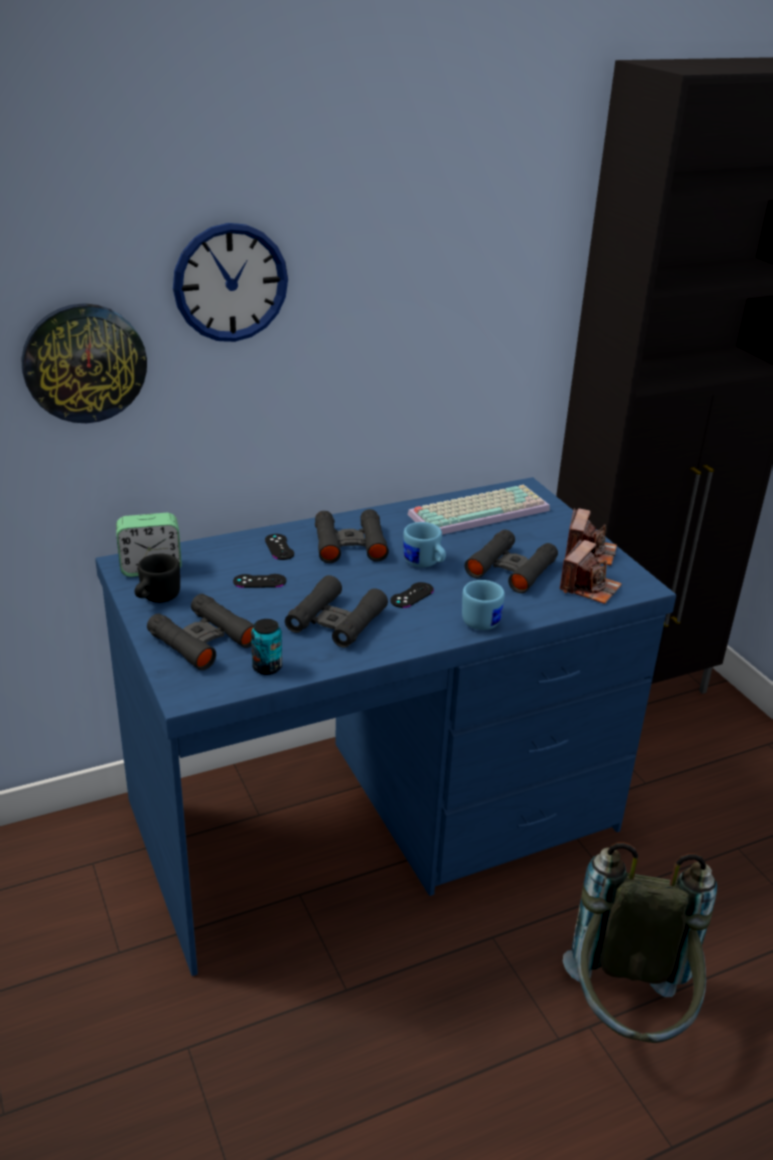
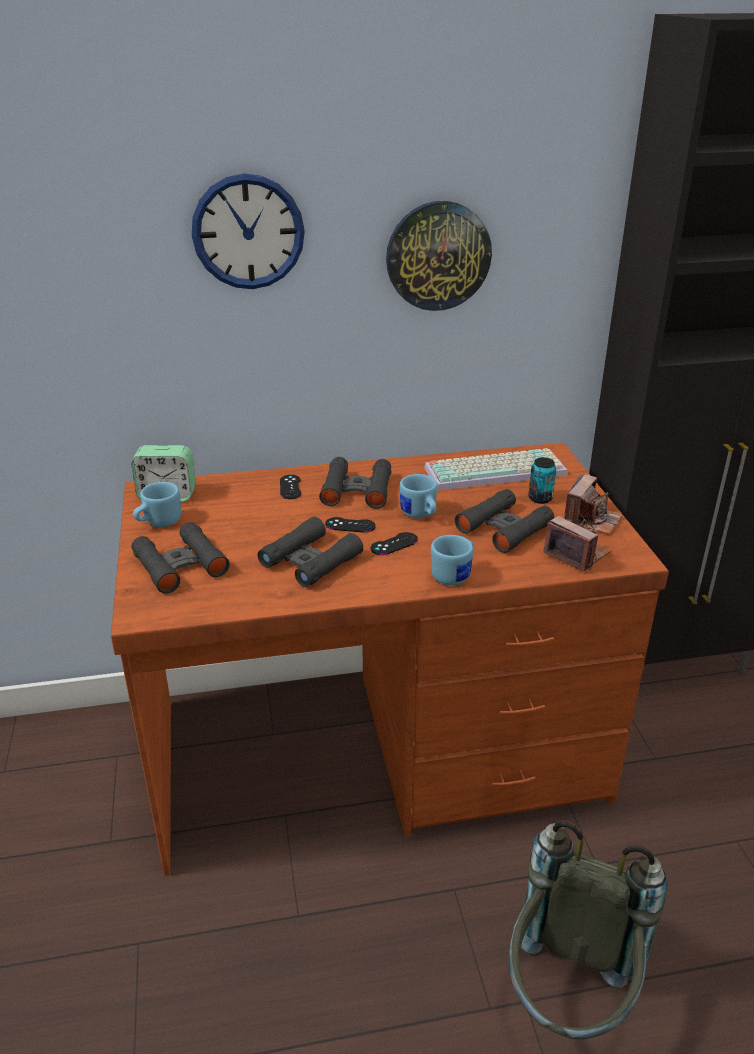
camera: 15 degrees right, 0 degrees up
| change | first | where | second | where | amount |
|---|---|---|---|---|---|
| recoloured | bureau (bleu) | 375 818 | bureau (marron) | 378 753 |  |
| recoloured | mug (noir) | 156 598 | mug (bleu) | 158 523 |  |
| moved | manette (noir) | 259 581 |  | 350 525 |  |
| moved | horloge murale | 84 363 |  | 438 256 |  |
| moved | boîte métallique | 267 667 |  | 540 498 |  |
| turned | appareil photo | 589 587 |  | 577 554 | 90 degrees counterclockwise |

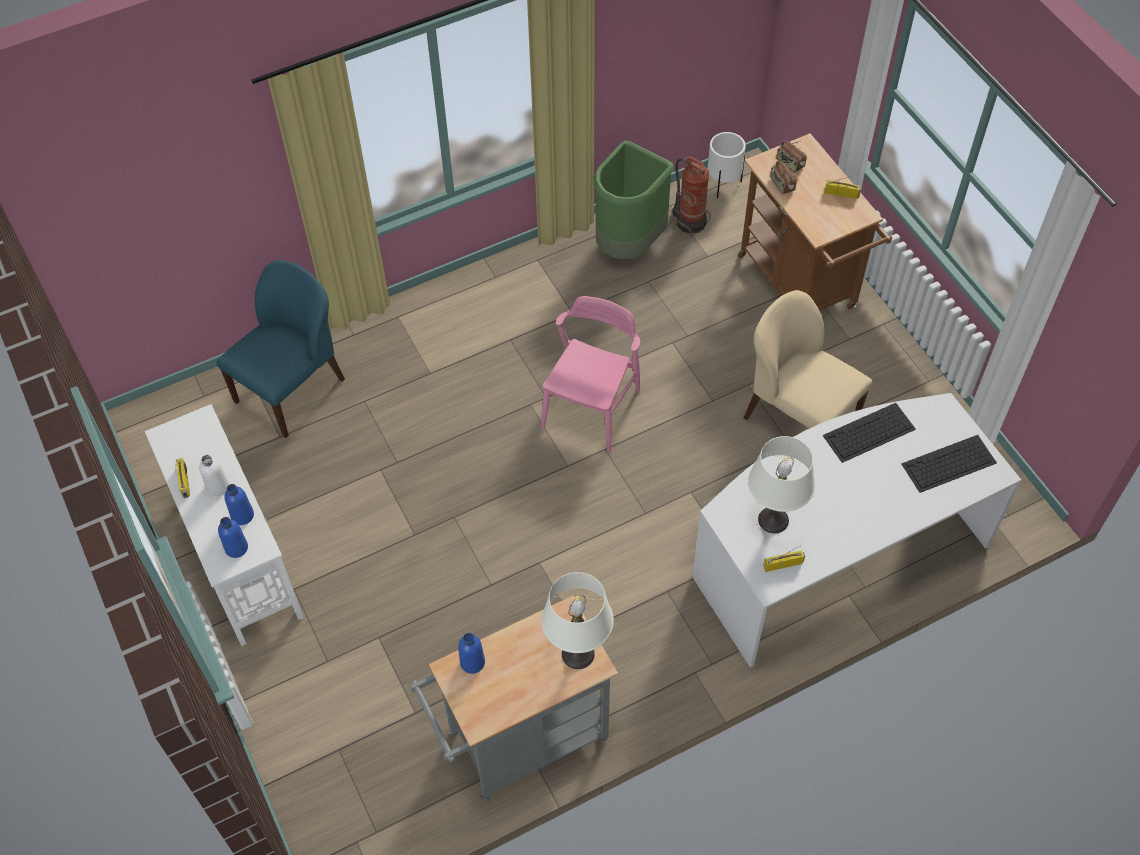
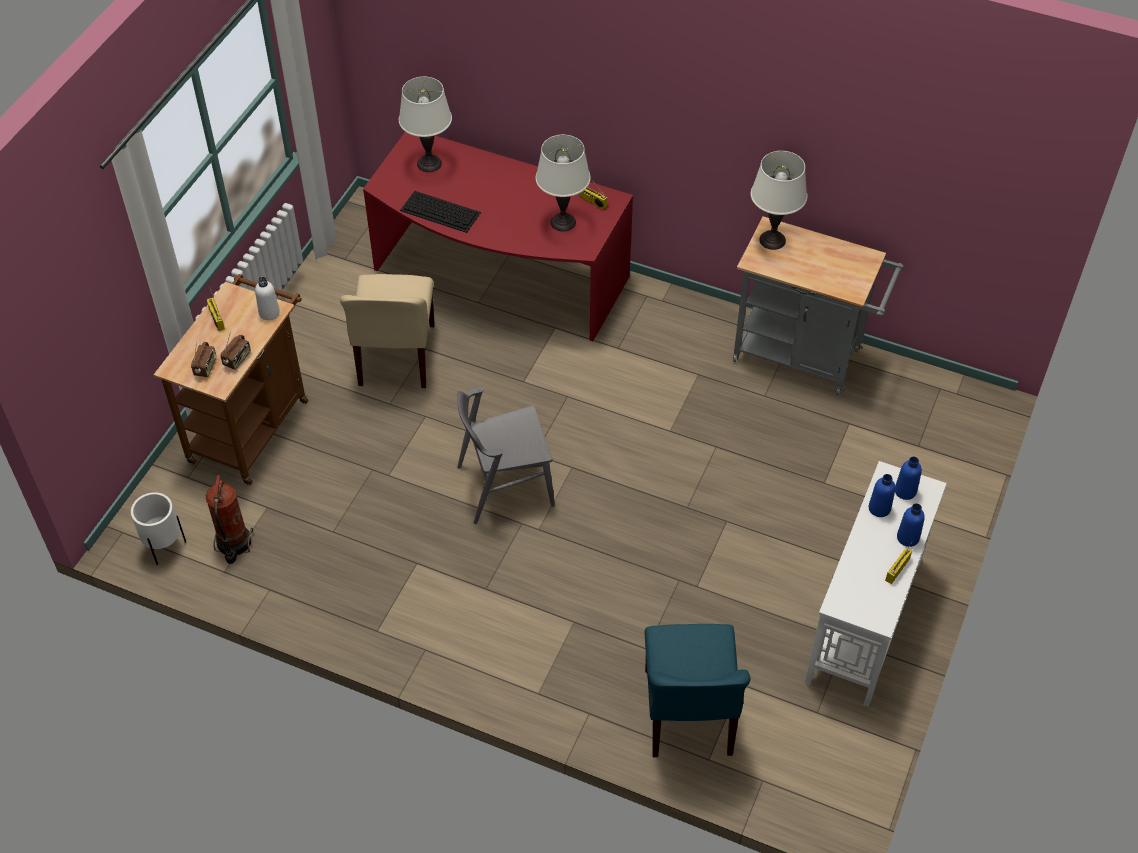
camera: 130 degrees left, 5 degrees down
| change | first | where | second | where | amount |
|---|---|---|---|---|---|
| moved | bouteille (blanc) | 217 486 |  | 269 313 |  |
| recoloured | bureau (blanc) | 836 554 | bureau (rouge) | 498 278 |  |
| replaced | clavier | 948 464 | lampe de table (blanc) | 429 163 |  |
| recoloured | chaise (rose) | 591 409 | chaise (gris) | 505 486 |  |
| turned | chaise (bleu) | 292 389 |  | 688 714 | 90 degrees counterclockwise |
| moved | bouteille (bleu) | 472 662 |  | 908 537 |  |
| removed | poubelle (vert) | 629 244 |  |  |  |

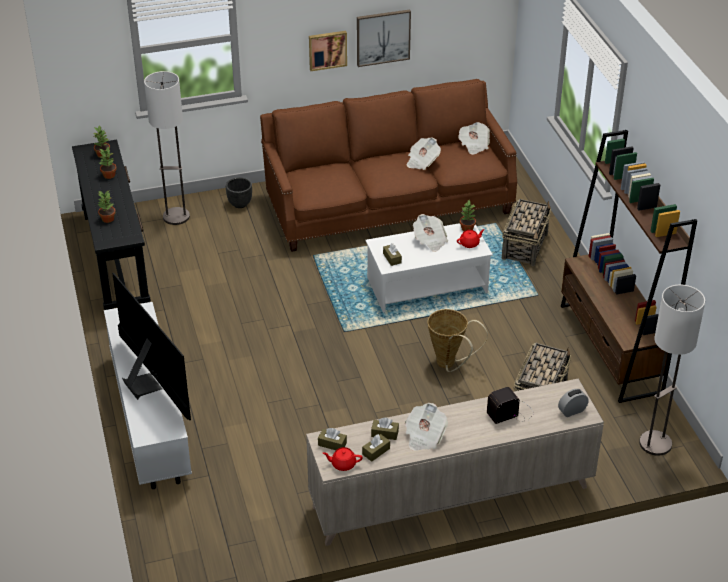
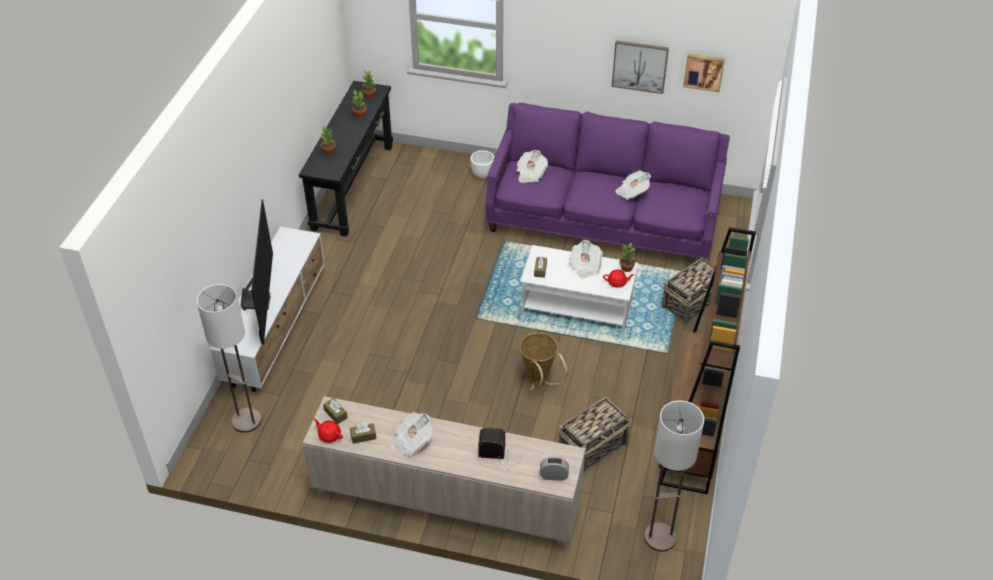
camera: 30 degrees right, 5 degrees up
| change | first | where | second | where | amount |
|---|---|---|---|---|---|
| moved | lampadaire | 176 217 |  | 246 421 |  |
| recoloured | cache-pot (noir) | 240 204 | cache-pot (blanc) | 482 174 |  |
| recoloured | canapé (marron) | 388 204 | canapé (violet) | 603 219 |  |
| moved | journal | 473 145 |  | 530 174 |  |
| moved | tableau | 327 49 |  | 703 72 |  |
| removed | boîte à mouchoirs (marron) | 384 433 |  |  |  |

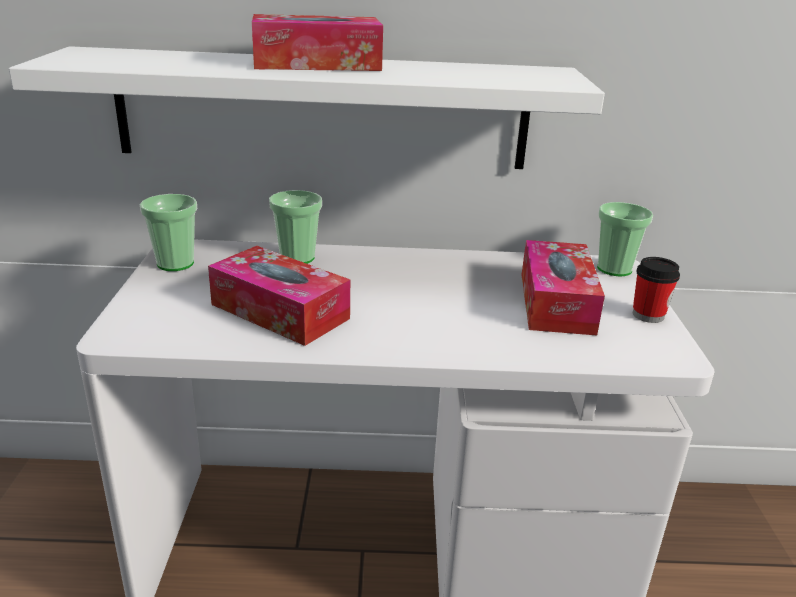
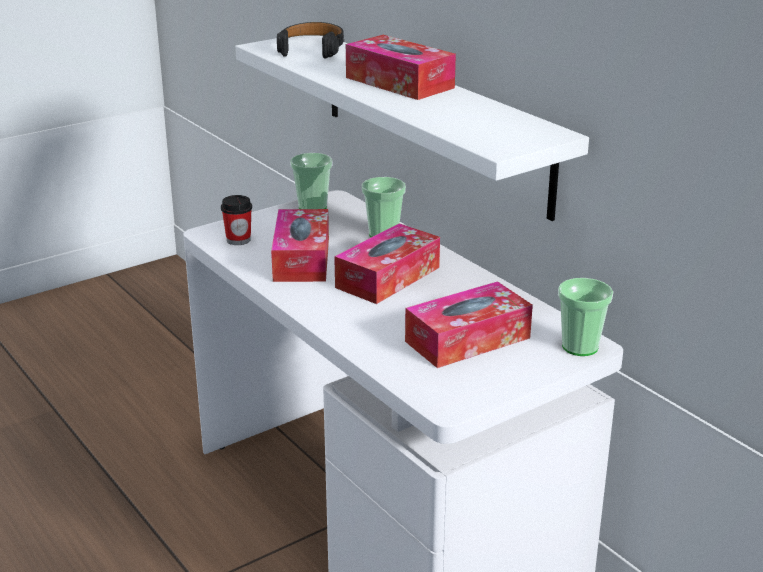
camera: 55 degrees right, 0 degrees up
| change | first | where | second | where | amount |
|---|---|---|---|---|---|
| moved | tasse | 648 315 |  | 238 240 |  |
| added |  |  | casque audio (noir) | 312 48 |  |
| added |  |  | boîte à mouchoirs | 388 277 |  |

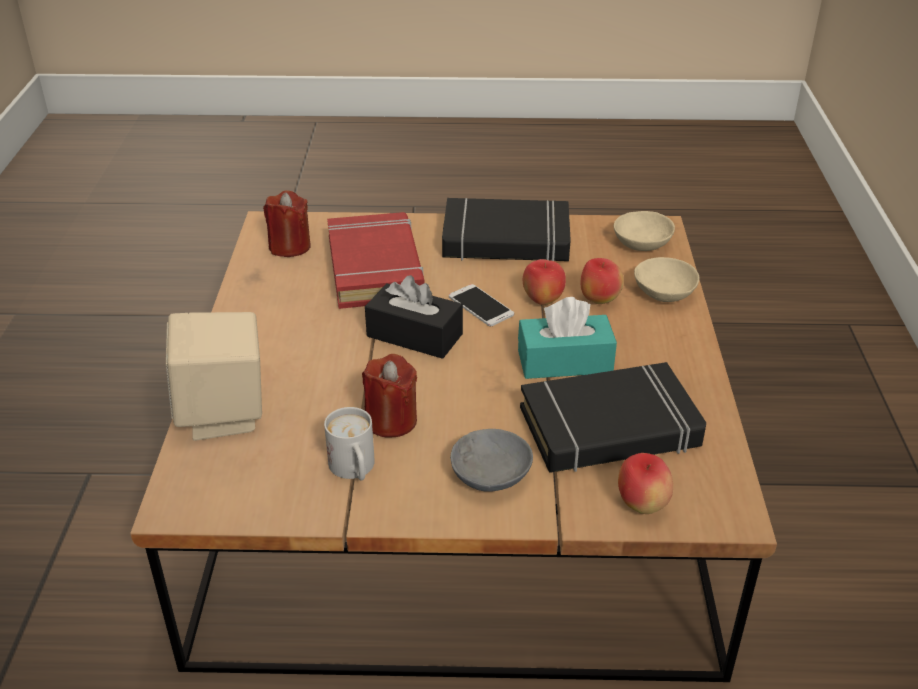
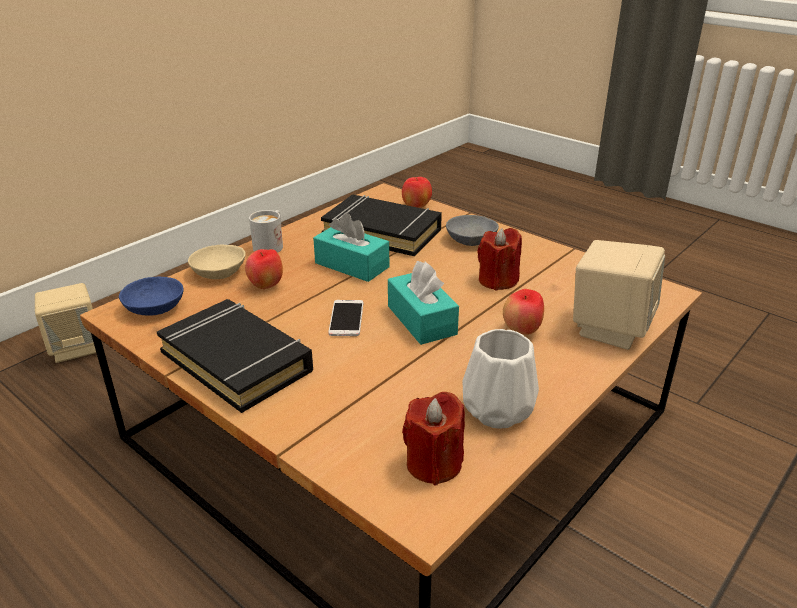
camera: 140 degrees left, 5 degrees down
| change | first | where | second | where | amount |
|---|---|---|---|---|---|
| added |  |  | enceinte (beige) | 76 347 |  |
| recoloured | bol (beige) | 641 241 | bol (bleu) | 154 308 |  |
| moved | mug (blanc) | 354 470 |  | 271 245 |  |
| recoloured | boîte à mouchoirs (noir) | 414 335 | boîte à mouchoirs (turquoise) | 421 320 |  |
| added |  |  | vase (blanc) | 499 410 |  |
| moved | pomme | 543 301 |  | 522 331 |  |
| removed | livre (rouge) | 375 268 |  |  |  |

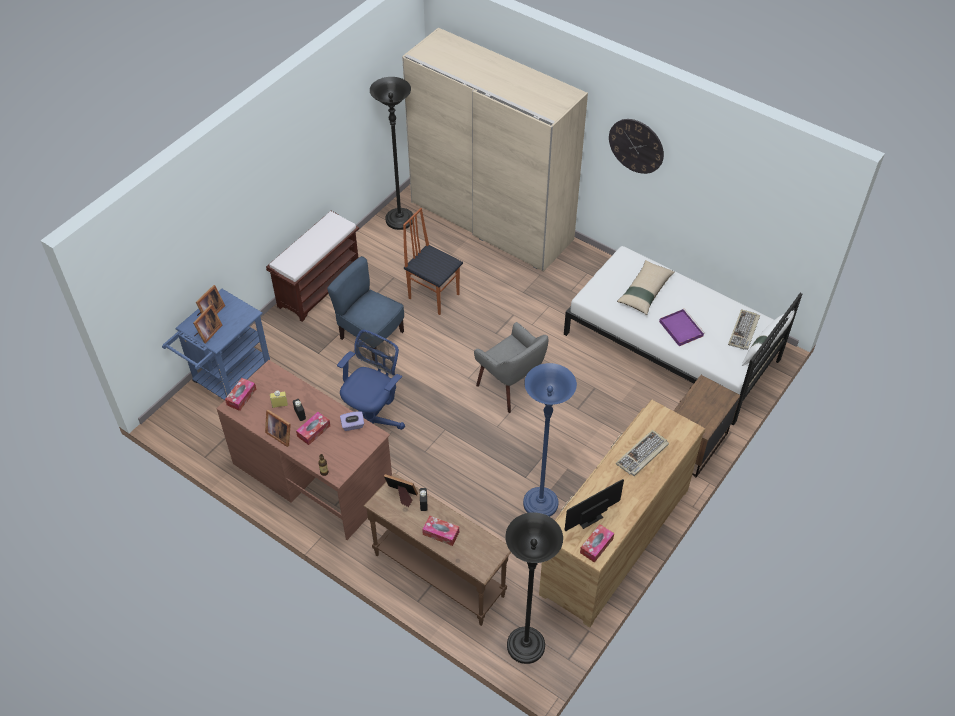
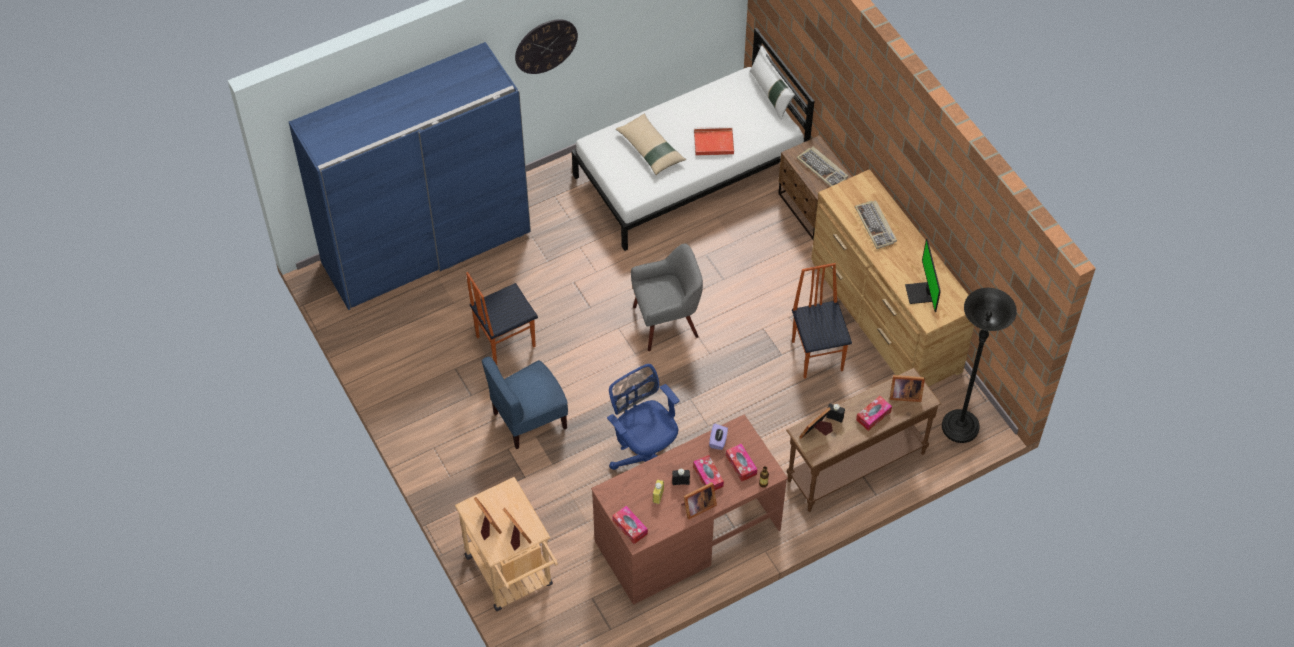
camera: 65 degrees left, 5 degrees up
| change | first | where | second | where | amount |
|---|---|---|---|---|---|
| recoloured | armoire (beige) | 491 221 | armoire (bleu) | 427 247 |  |
| recoloured | chariot (bleu) | 227 379 | chariot (beige) | 512 576 |  |
| recoloured | plateau (violet) | 680 328 | plateau (rouge) | 712 143 |  |
| moved | boîte à mouchoirs | 596 546 |  | 741 465 |  |
| replaced | lampadaire (bleu) | 540 504 | chaise | 818 355 |  |
| moved | clavier | 744 331 |  | 823 169 |  |
| added |  |  | cadre photo | 904 394 |  |
| removed | banc (marron) | 319 286 |  |  |  |
| removed | lampadaire (noir) | 400 220 |  |  |  |

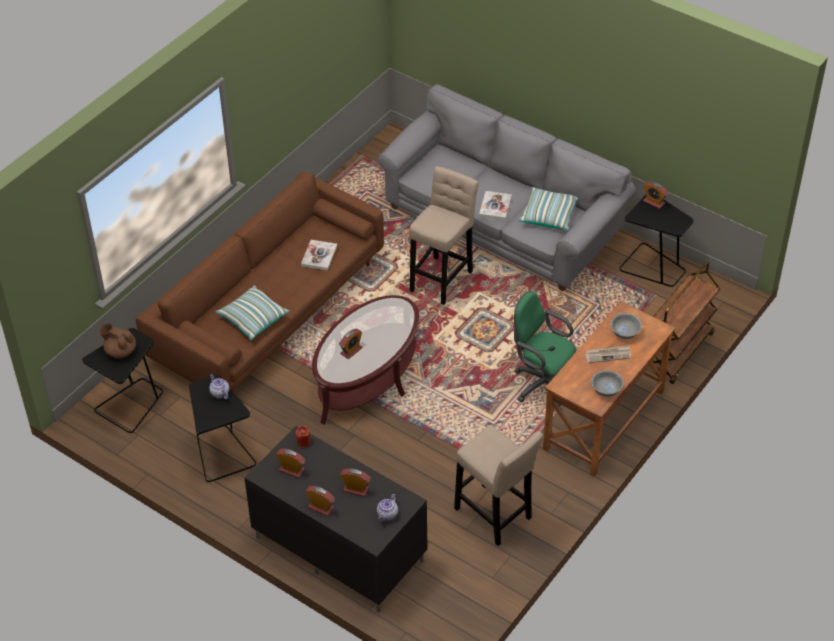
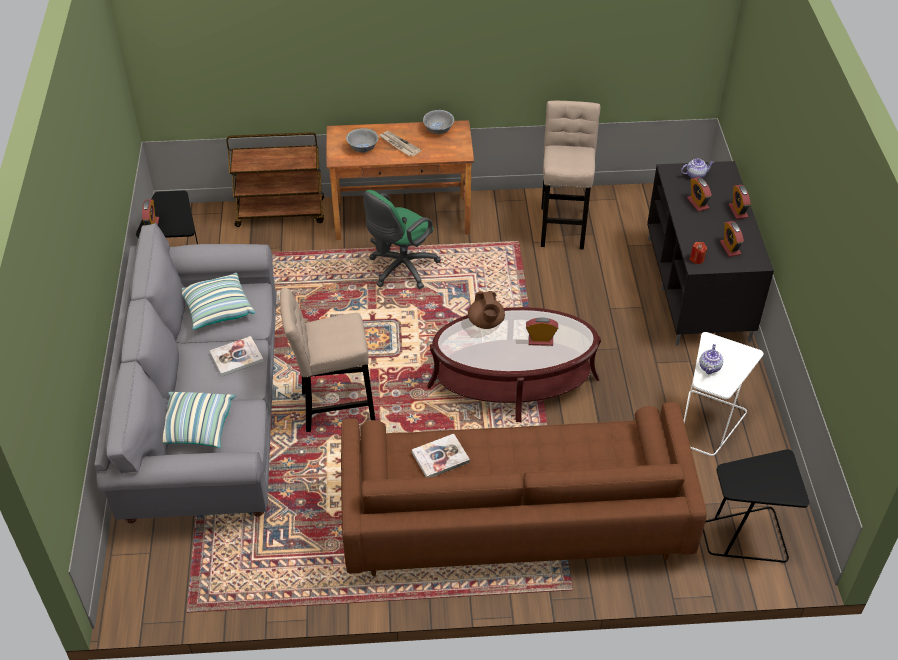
camera: 130 degrees left, 0 degrees up
| change | first | where | second | where | amount |
|---|---|---|---|---|---|
| moved | coussin | 253 319 |  | 196 427 |  |
| turned | chaise de bureau (vert) | 542 384 |  | 400 269 | 45 degrees clockwise |
| moved | théière (marron) | 120 351 |  | 486 322 |  |
| recoloured | table d'appoint (noir) | 222 453 | table d'appoint (blanc) | 708 423 |  |

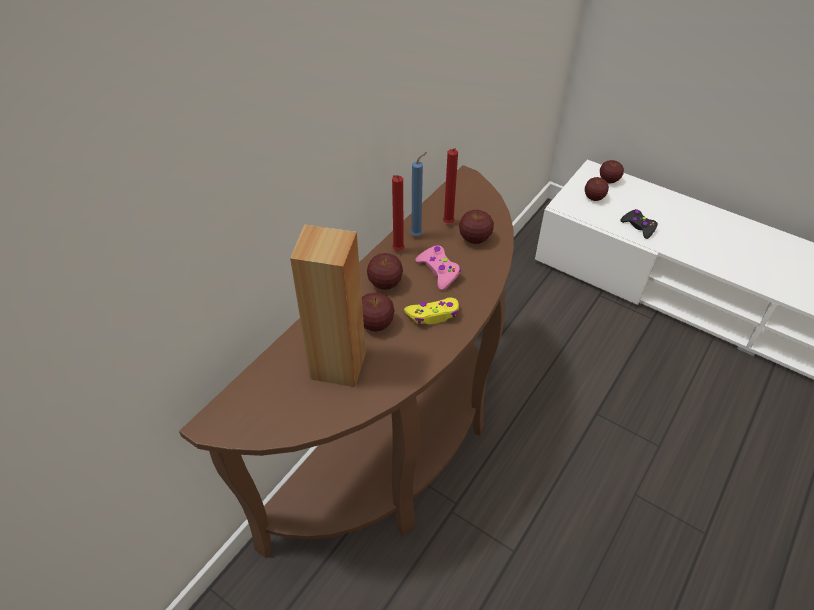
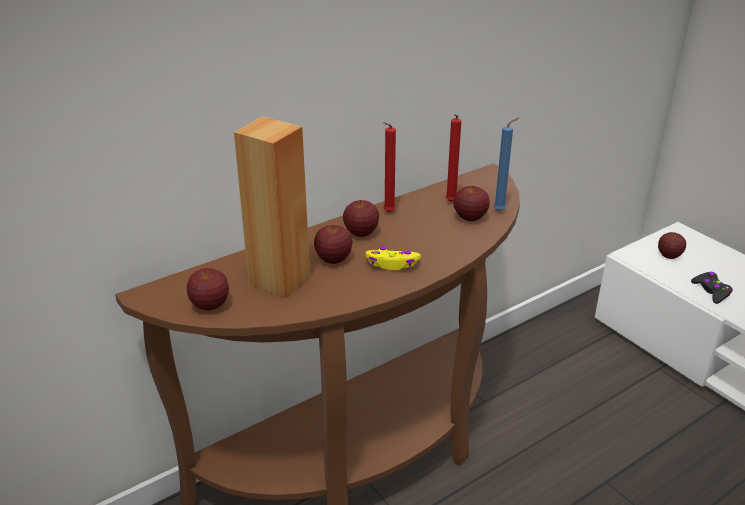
camera: 20 degrees right, 15 degrees down
| change | first | where | second | where | amount |
|---|---|---|---|---|---|
| moved | pomme | 608 180 |  | 210 305 |  |
| moved | bougie (bleu) | 418 235 |  | 501 211 |  |
| removed | manette (rose) | 439 271 |  |  |  |

